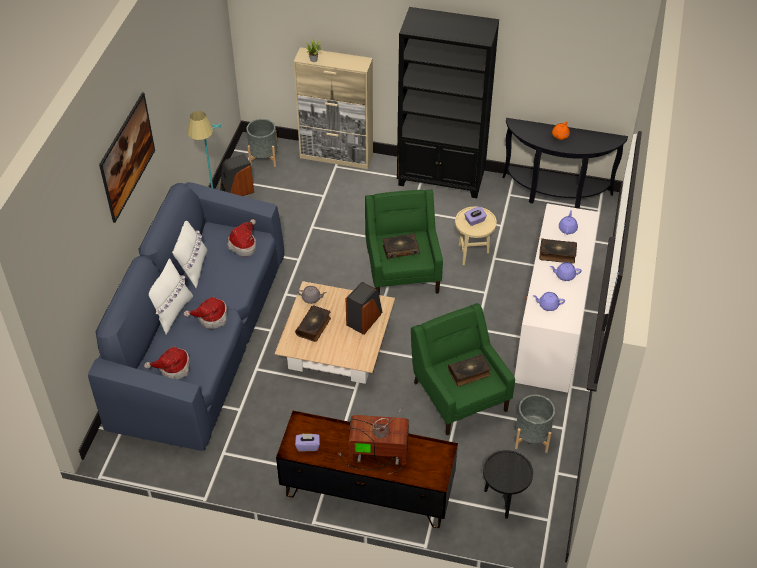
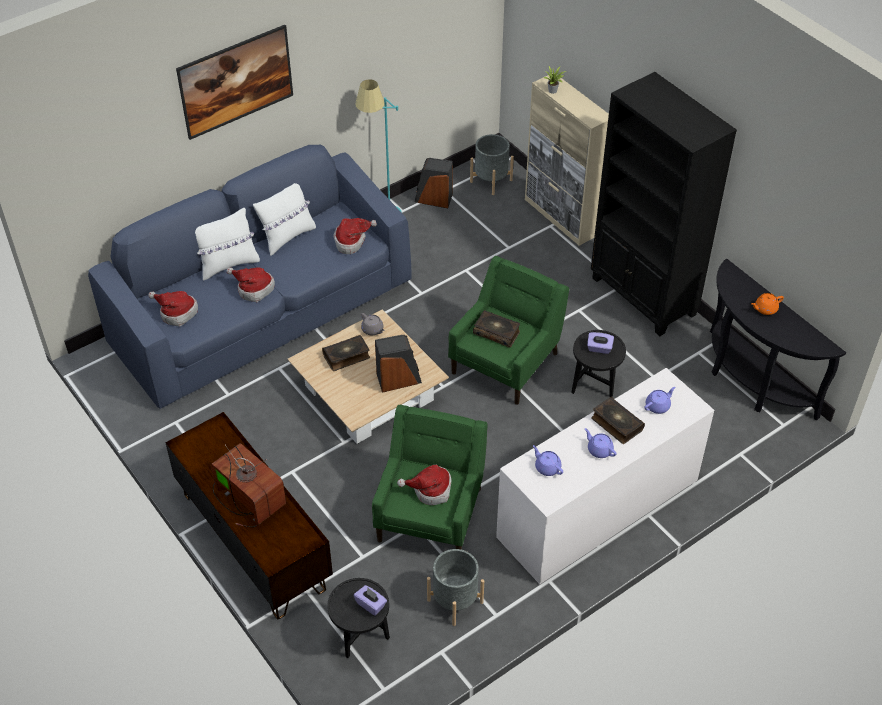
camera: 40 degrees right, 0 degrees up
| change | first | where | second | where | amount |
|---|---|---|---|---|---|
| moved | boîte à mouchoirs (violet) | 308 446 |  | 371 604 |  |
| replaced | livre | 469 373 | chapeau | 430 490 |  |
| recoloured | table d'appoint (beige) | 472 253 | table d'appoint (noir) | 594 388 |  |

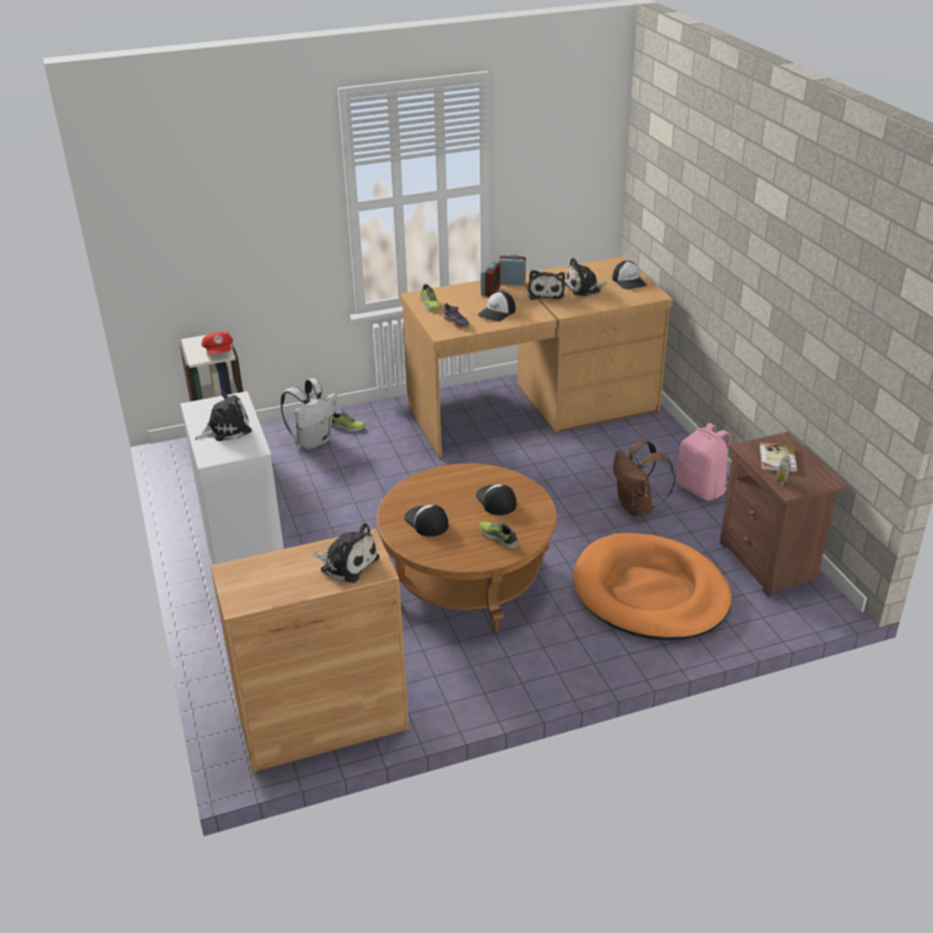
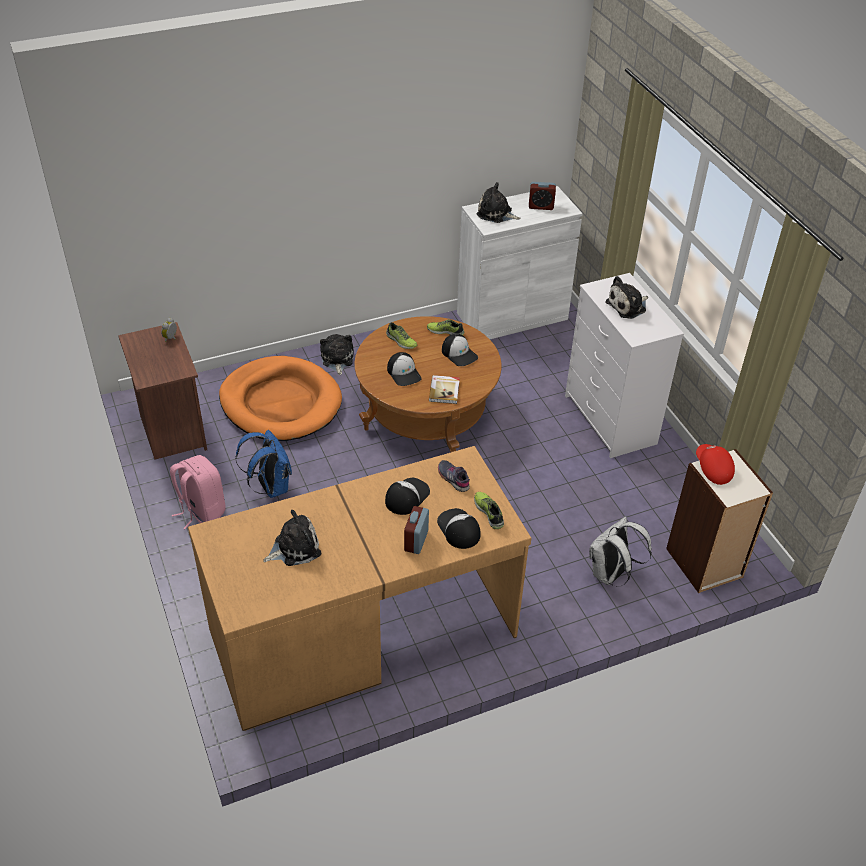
camera: 175 degrees right, 10 degrees up
| change | first | where | second | where | amount |
|---|---|---|---|---|---|
| recoloured | sac à dos (marron) | 637 507 | sac à dos (bleu) | 270 487 |  |
| moved | peluche | 545 293 |  | 337 359 |  |
| moved | chaussure | 347 427 |  | 445 331 |  |
| moved | livre | 777 459 |  | 444 390 |  |
| moved | casquette | 629 281 |  | 458 529 |  |
| recoloured | meuble de rangement (marron) | 323 722 | meuble de rangement (blanc) | 512 316 |  |
| moved | réveil | 511 282 |  | 541 206 |  |

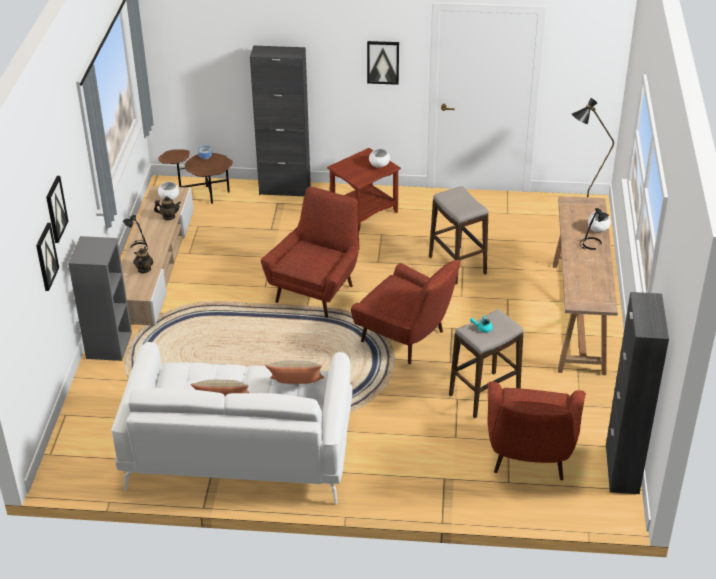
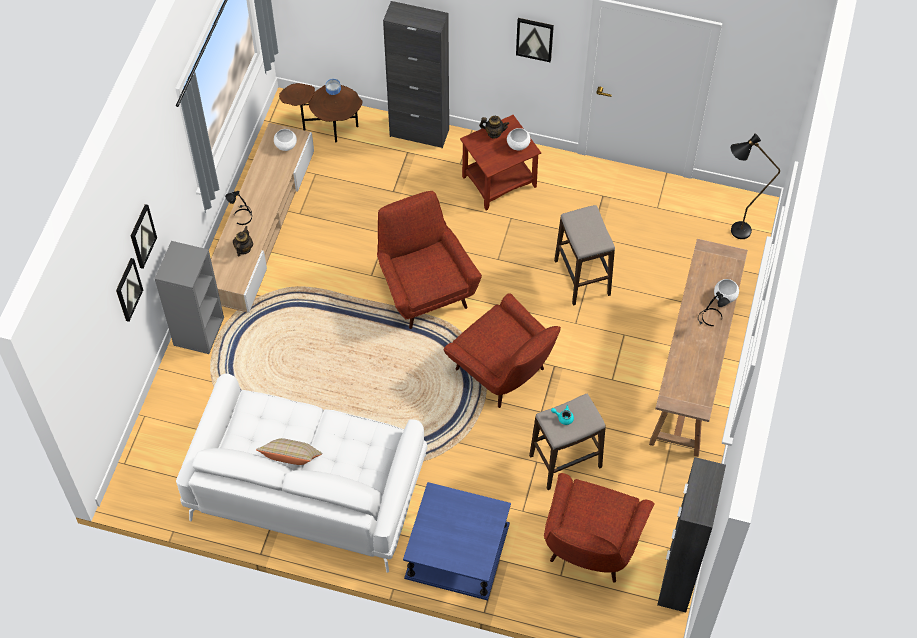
camera: 10 degrees right, 20 degrees up
| change | first | where | second | where | amount |
|---|---|---|---|---|---|
| turned | fauteuil (rouge) | 317 290 |  | 424 290 | 60 degrees counterclockwise |
| added |  |  | table d'appoint (bleu) | 457 551 |  |
| moved | théière | 168 217 |  | 494 133 |  |
| removed | coussin (beige) | 296 388 |  |  |  |

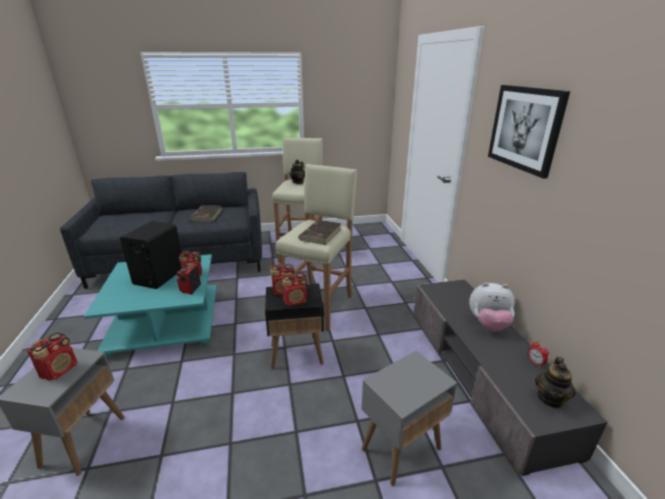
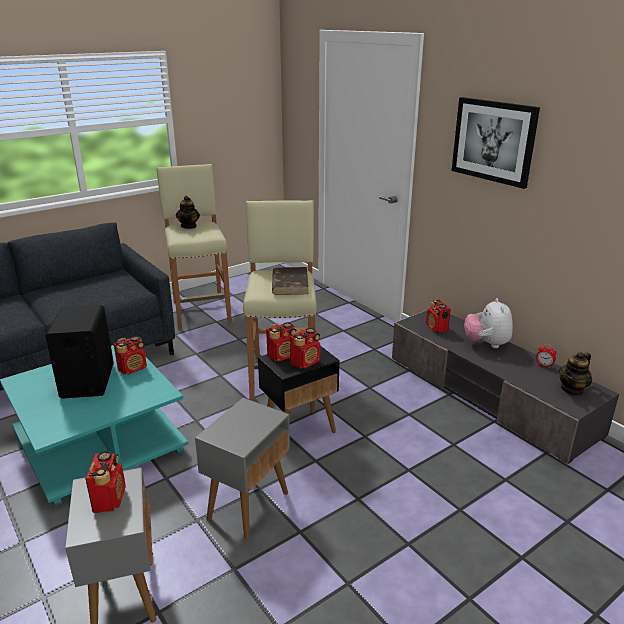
camera: 25 degrees left, 0 degrees up
| change | first | where | second | where | amount |
|---|---|---|---|---|---|
| moved | table d'appoint (gris) | 402 448 |  | 248 505 |  |
| moved | radio | 190 289 |  | 437 328 |  |
| turned | peluche | 488 324 |  | 486 344 | 105 degrees clockwise |
| turned | théière | 550 399 |  | 572 389 | 45 degrees clockwise |
| removed | livre (marron) | 207 215 |  |  |  |

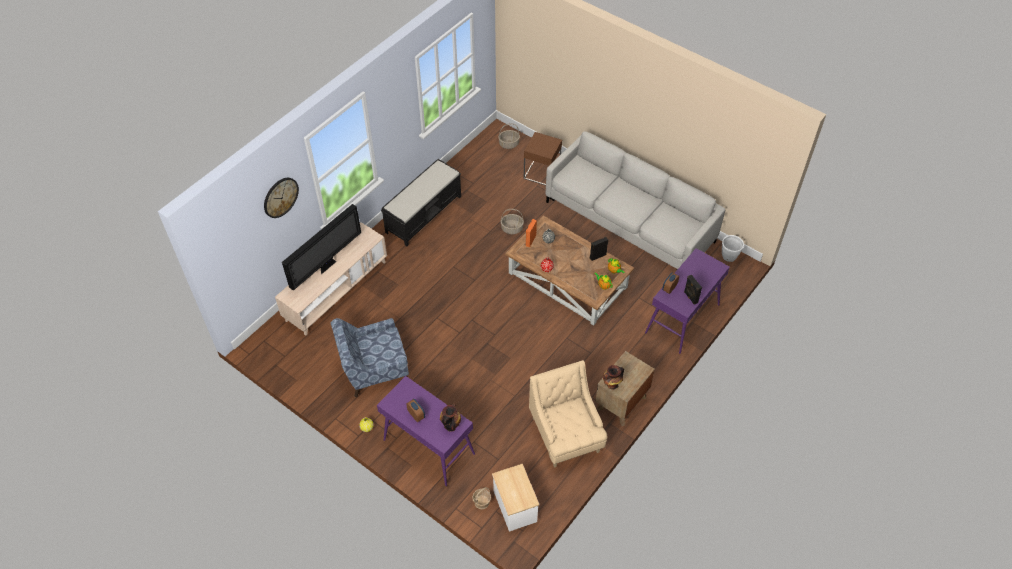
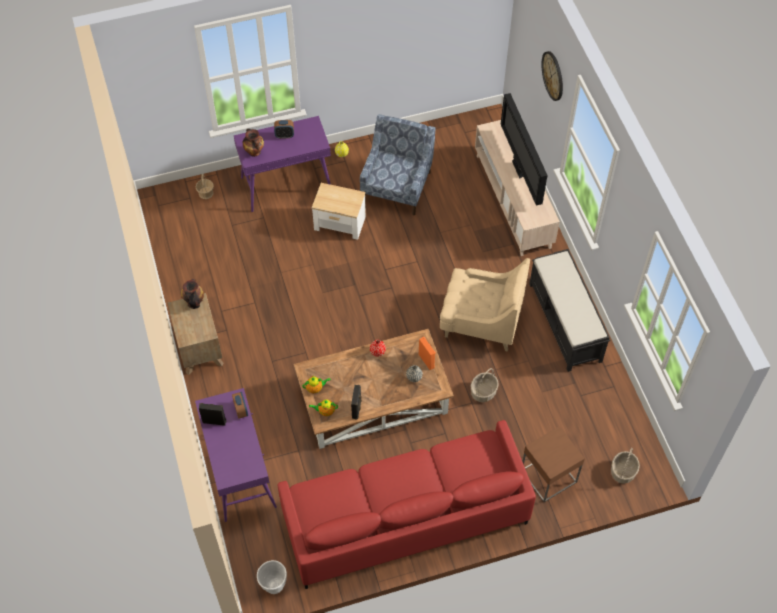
camera: 125 degrees right, 5 degrees up
| change | first | where | second | where | amount |
|---|---|---|---|---|---|
| recoloured | canapé (gris) | 629 222 | canapé (rouge) | 405 517 |  |
| moved | table d'appoint | 515 506 |  | 339 224 |  |
| moved | fauteuil (beige) | 566 436 |  | 480 322 |  |

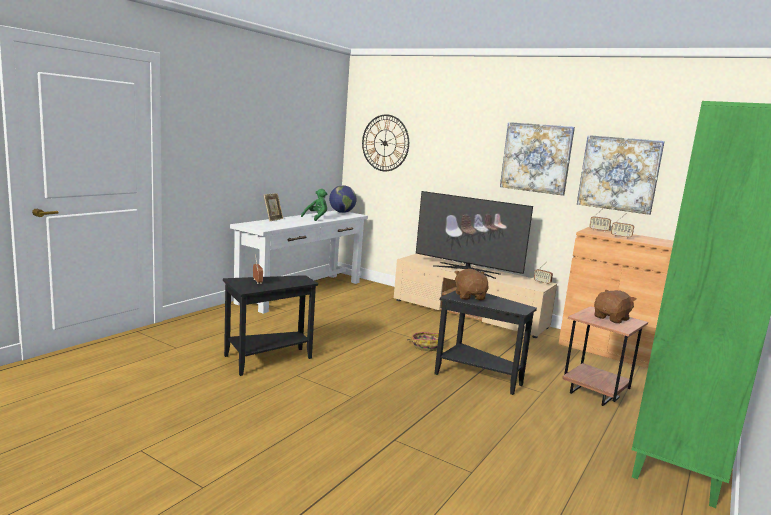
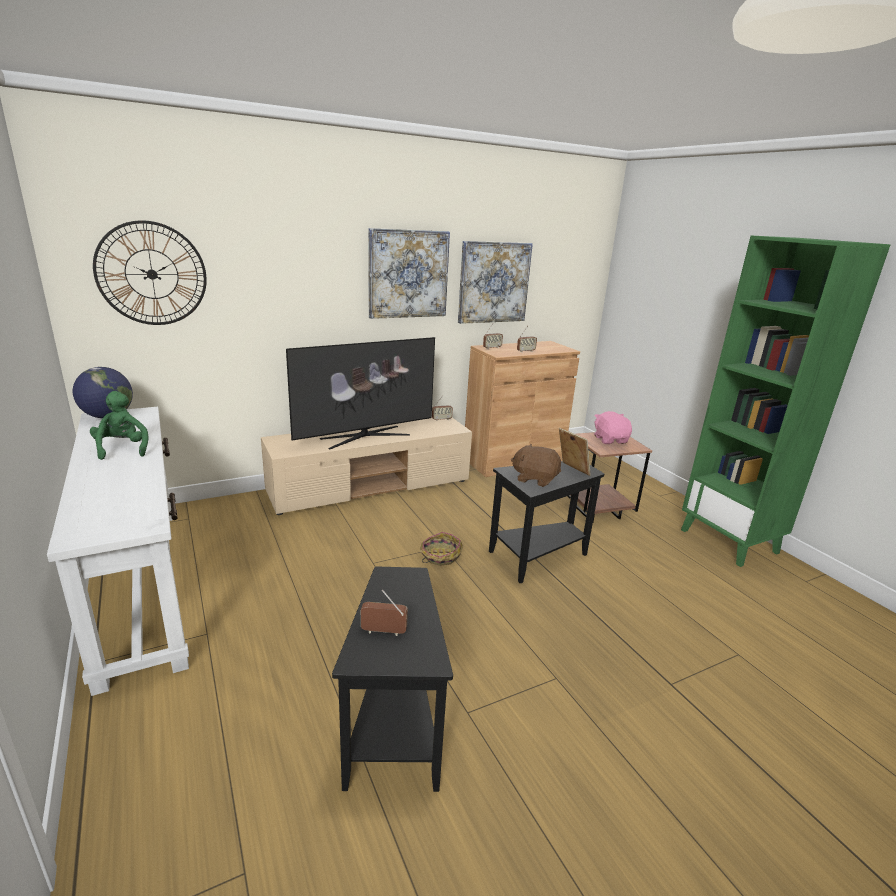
camera: 60 degrees left, 10 degrees up
| change | first | where | second | where | amount |
|---|---|---|---|---|---|
| moved | cadre photo | 273 219 |  | 571 470 |  |
| recoloured | peluche (marron) | 611 318 | peluche (rose) | 610 440 |  |

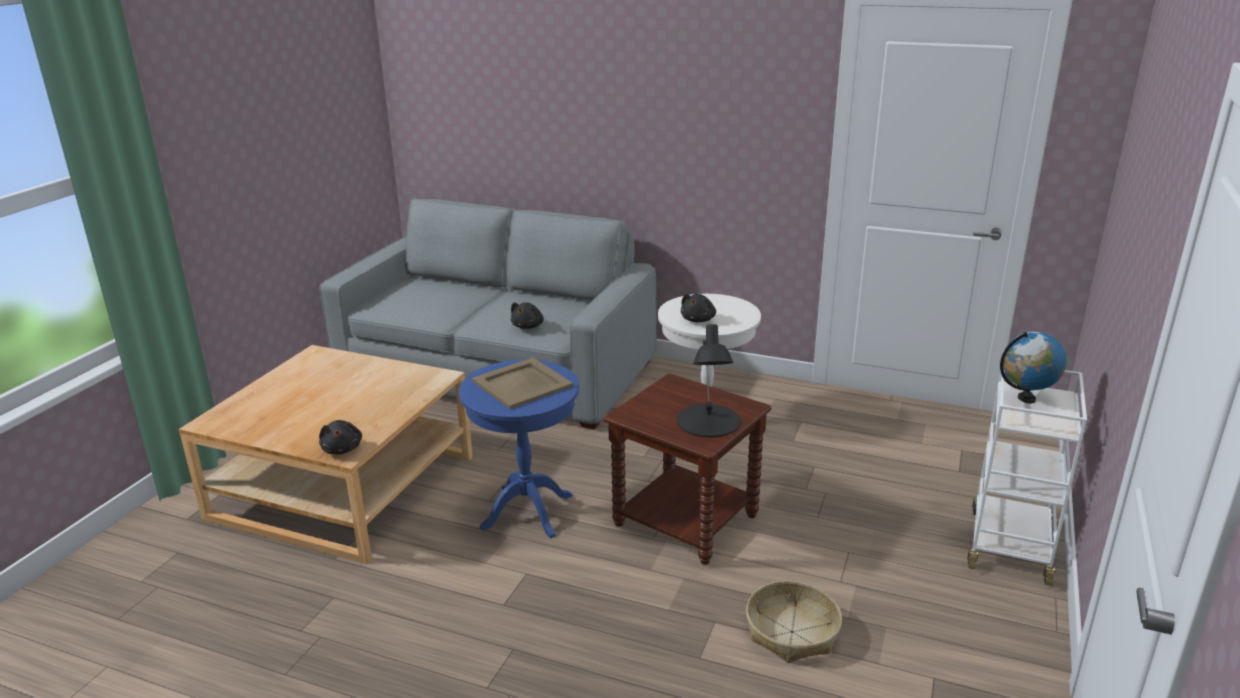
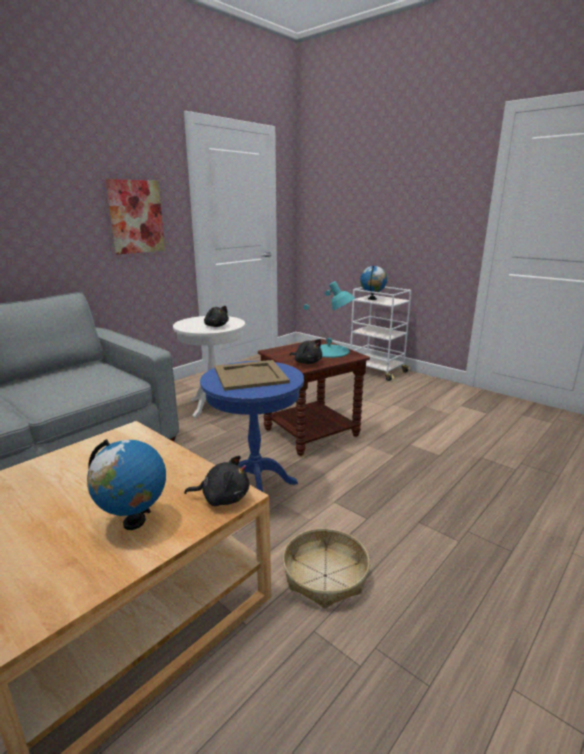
camera: 70 degrees left, 5 degrees down
| change | first | where | second | where | amount |
|---|---|---|---|---|---|
| added |  |  | globe | 134 522 |  |
| added |  |  | tableau | 136 217 |  |
| moved | panier | 792 631 |  | 324 575 |  |
| moved | peluche (noir) | 528 326 |  | 307 362 |  |
| recoloured | lampe de table (noir) | 708 421 | lampe de table (turquoise) | 329 351 |  |

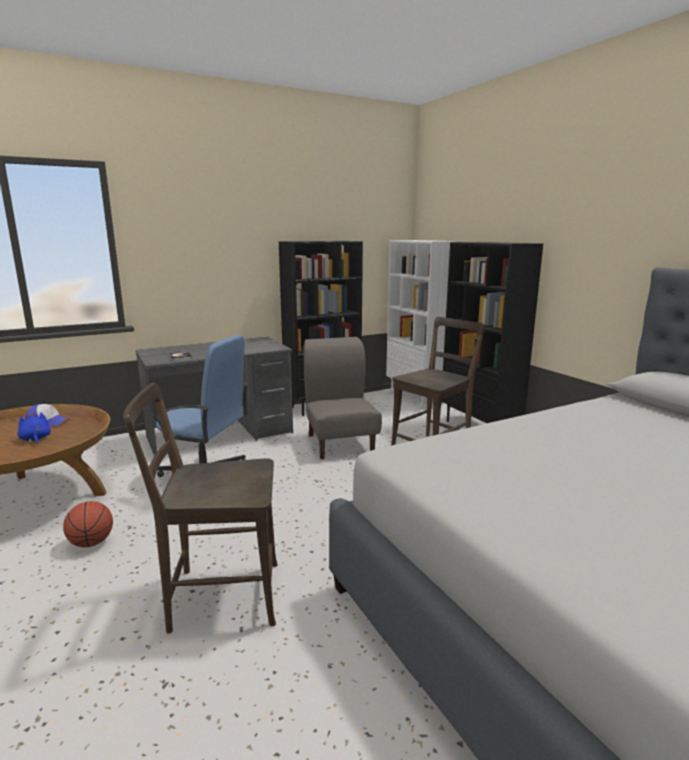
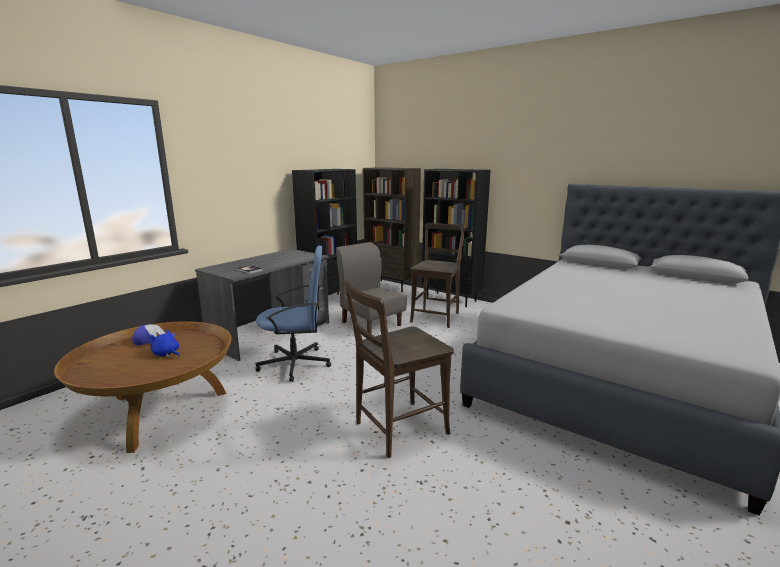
camera: 25 degrees left, 0 degrees up
| change | first | where | second | where | amount |
|---|---|---|---|---|---|
| recoloured | bibliothèque (blanc) | 417 398 | bibliothèque (marron) | 391 286 |  |
| removed | ballon de basket | 91 543 |  |  |  |

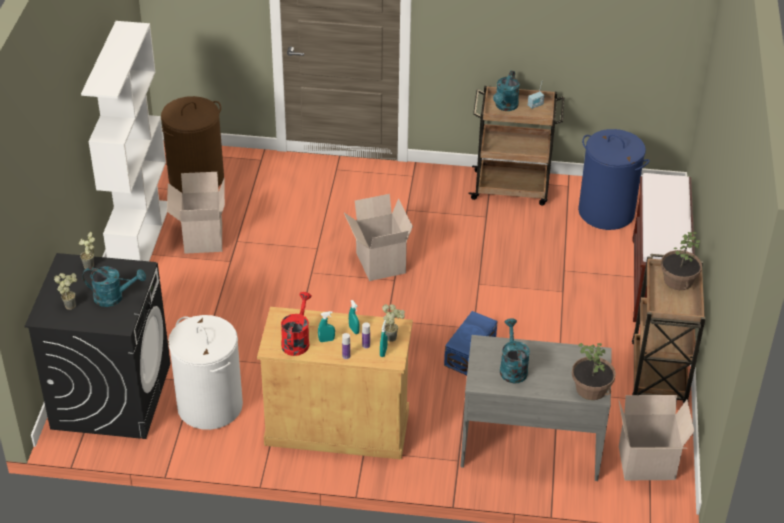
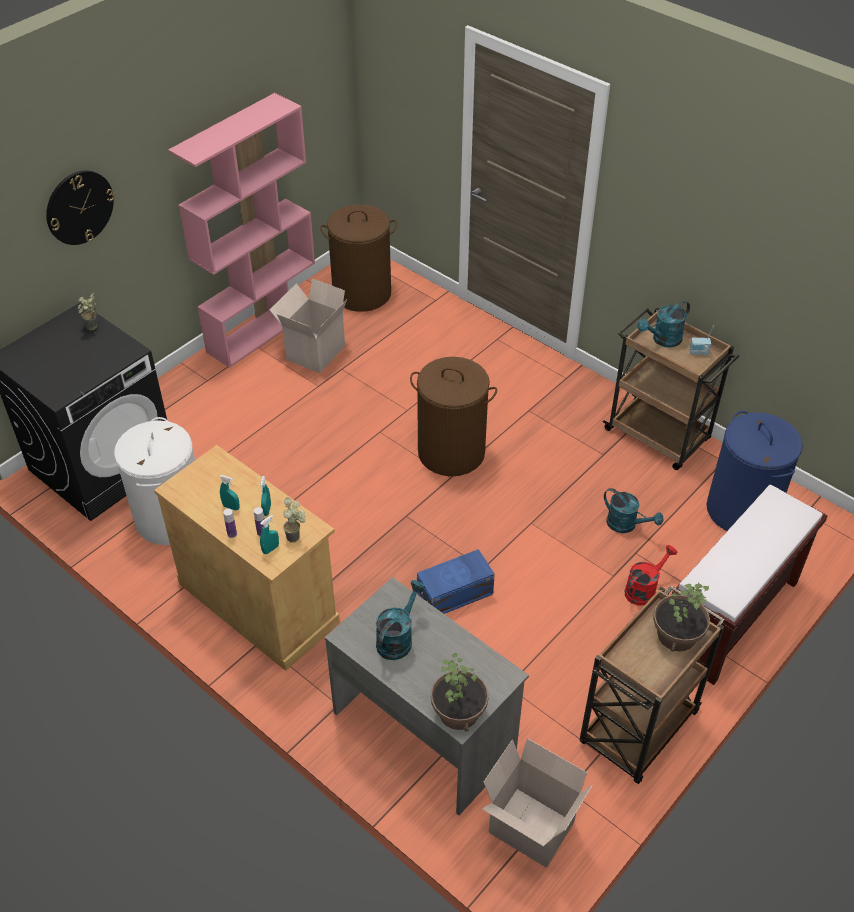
camera: 35 degrees right, 5 degrees up
| change | first | where | second | where | amount |
|---|---|---|---|---|---|
| added |  |  | horloge murale | 79 207 |  |
| recoloured | bibliothèque (blanc) | 140 238 | bibliothèque (rose) | 263 328 |  |
| replaced | carton | 378 262 | panier à linge (marron) | 451 452 |  |
| moved | arrosoir (turquoise) | 114 297 |  | 626 525 |  |
| moved | arrosoir (rouge) | 297 340 |  | 644 589 |  |
| removed | plante en pot | 71 304 |  |  |  |

